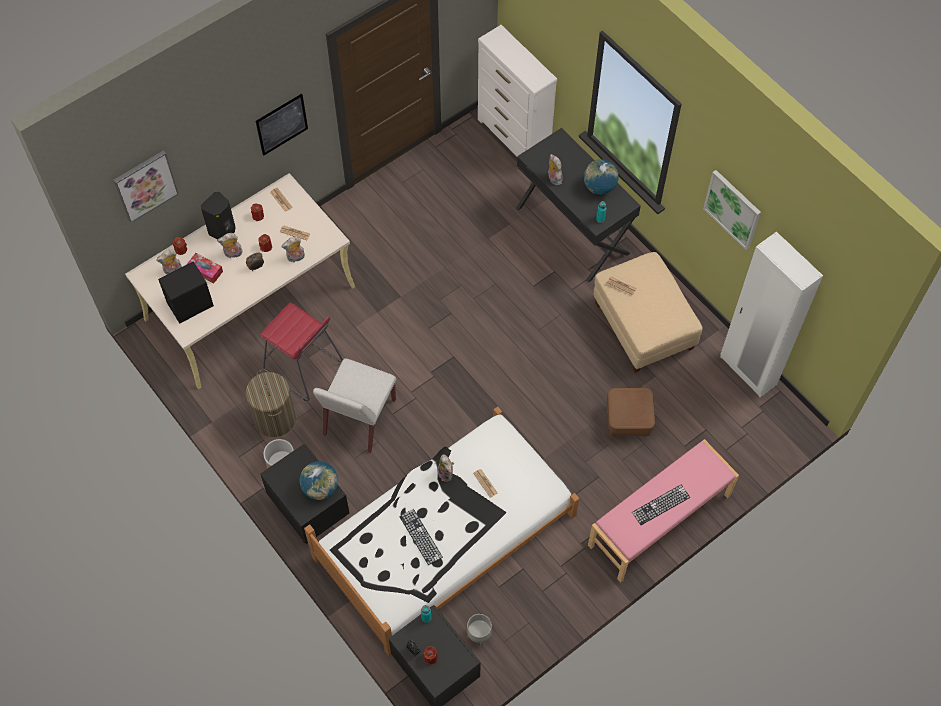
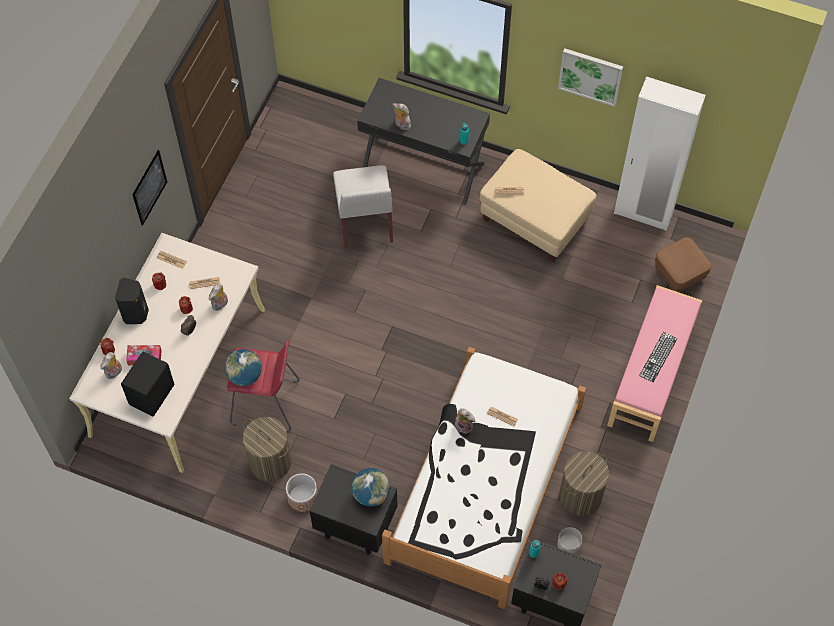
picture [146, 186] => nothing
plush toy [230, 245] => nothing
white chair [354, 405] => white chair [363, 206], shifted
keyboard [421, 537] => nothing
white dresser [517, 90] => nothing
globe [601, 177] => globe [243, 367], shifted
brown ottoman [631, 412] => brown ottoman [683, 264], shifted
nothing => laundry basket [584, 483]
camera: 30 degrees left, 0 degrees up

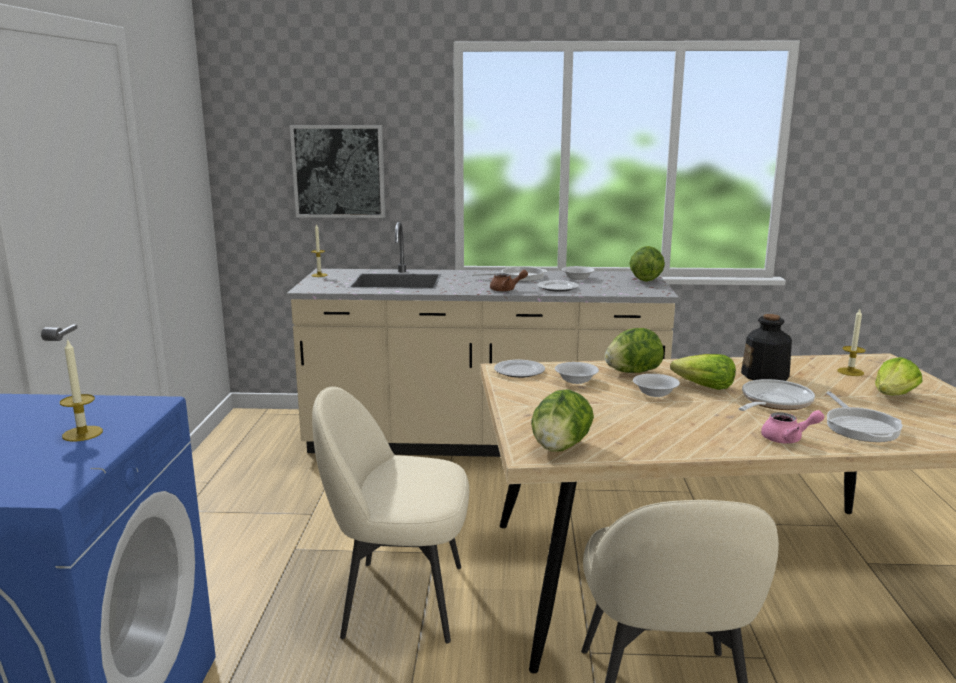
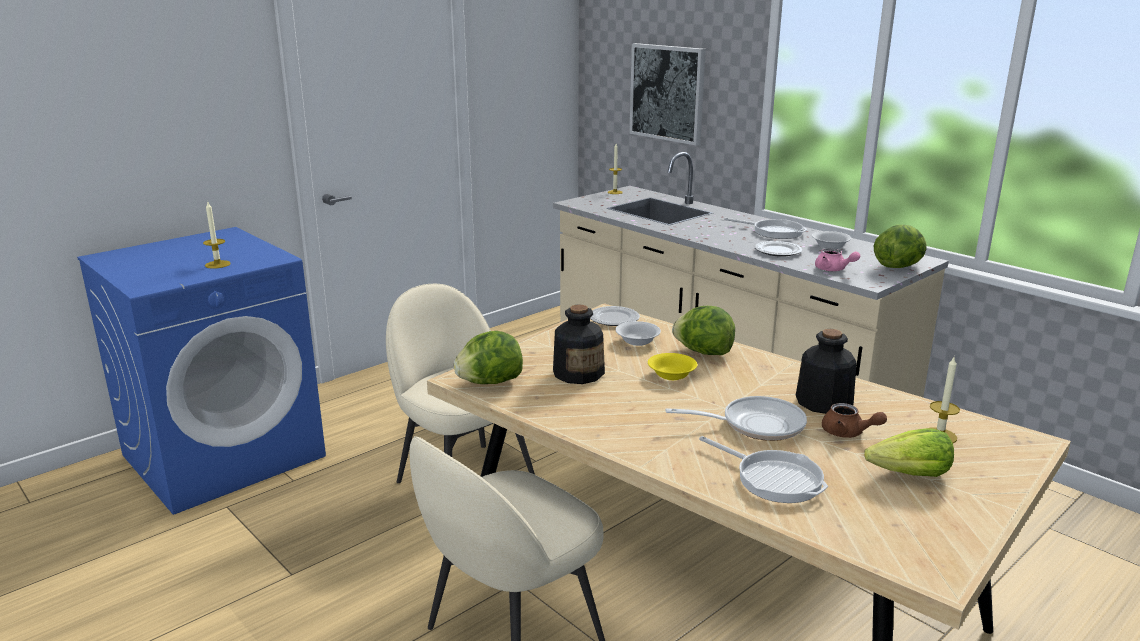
brown teapot [509, 281] => brown teapot [854, 420], shifted
white bowl [656, 385] => yellow bowl [672, 366]
lettuce [703, 372] => nothing
pink teapot [792, 427] => pink teapot [837, 260], shifted
frying pan [865, 416] => frying pan [763, 469], 90 degrees counterclockwise
nothing => bottle [579, 344]
camera: 45 degrees right, 5 degrees up

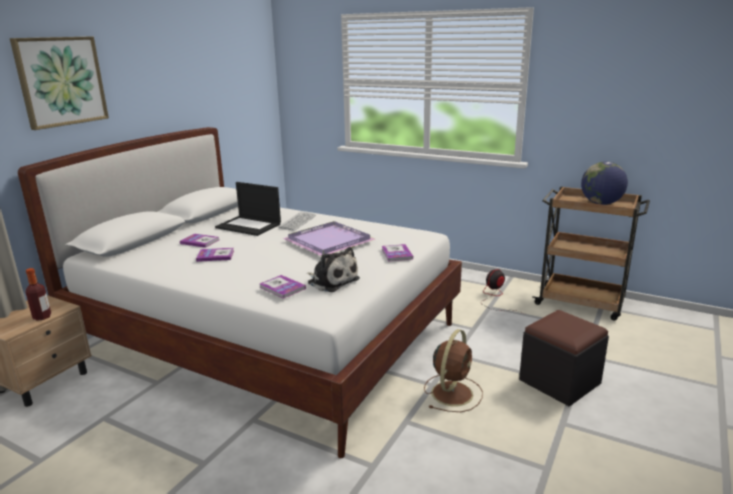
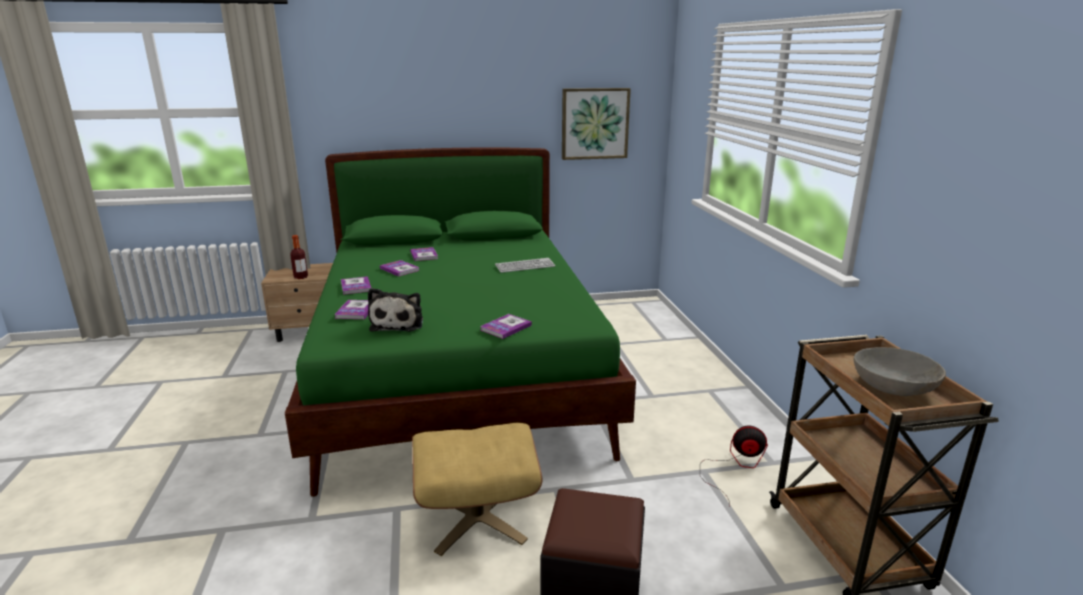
picture [59, 83] => picture [596, 124], shifted
white bed [240, 292] => green bed [460, 322]
laptop [248, 209] => nothing
purple tray [329, 238] => nothing
brown fan [453, 370] => beige ottoman [477, 489]
globe [604, 183] => grey bowl [900, 371]
nothing => book [356, 285]
camera: 50 degrees right, 0 degrees up

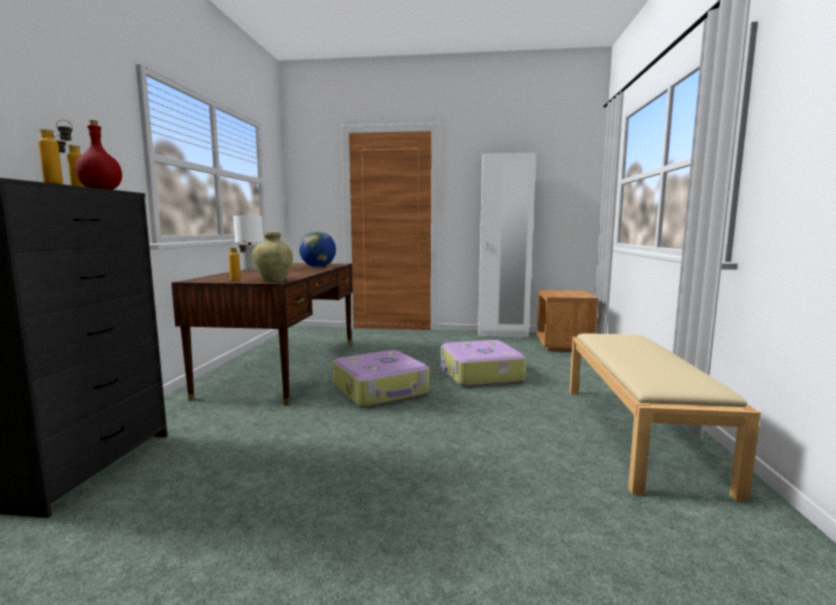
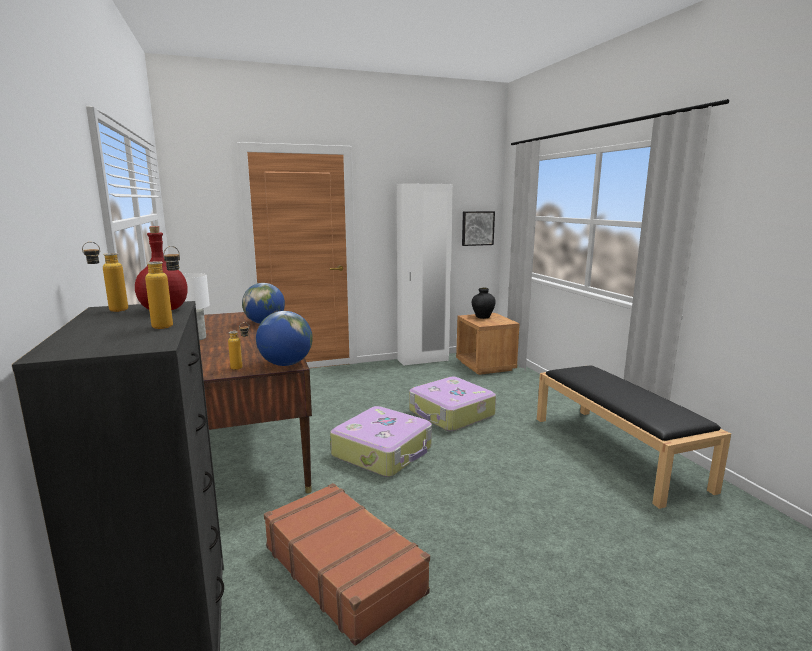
beige vase [272, 257] => globe [284, 338]
beige bench [665, 418] => black bench [634, 437]
nothing => brown suitcase [347, 564]
nothing => picture [478, 228]
nothing => black vase [484, 303]
camera: 25 degrees left, 5 degrees up

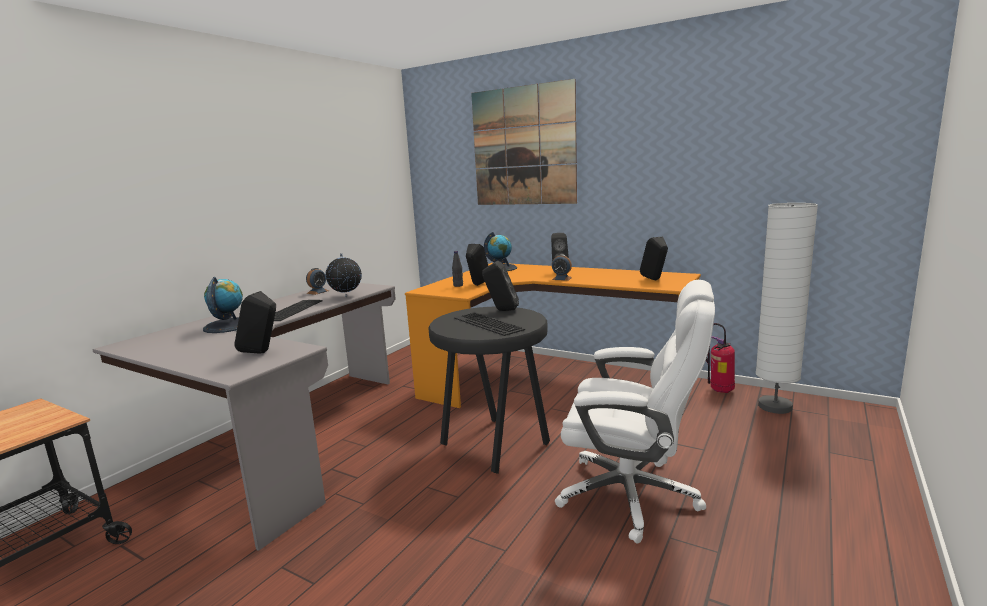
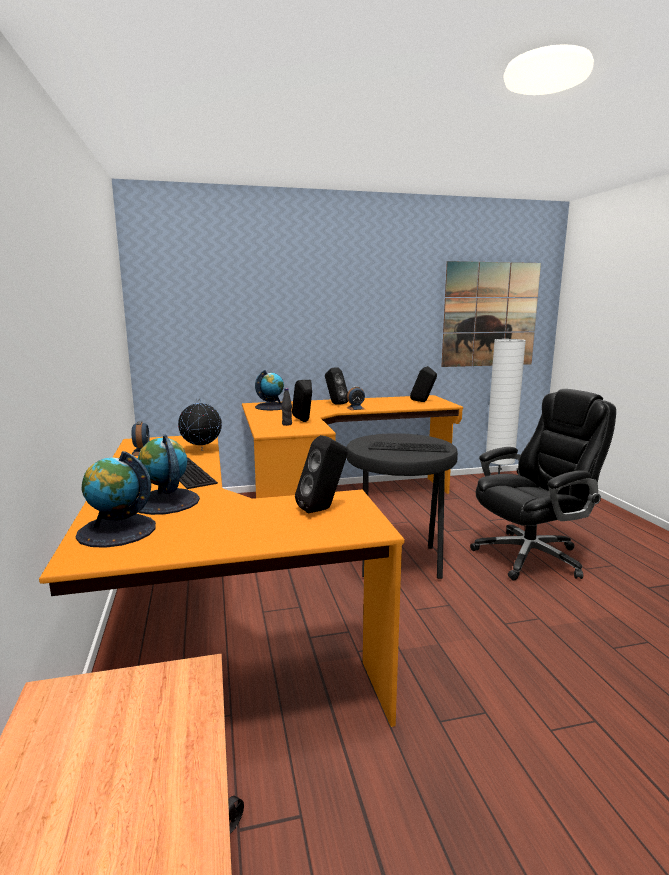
grey desk [244, 417] => orange desk [222, 581]
picture [524, 142] => picture [491, 314], shifted
black speaker [500, 286] => nothing
white office chair [635, 412] => black office chair [543, 484]
fire extinguisher [720, 358] => nothing
nothing => globe [116, 499]
camera: 45 degrees left, 0 degrees up

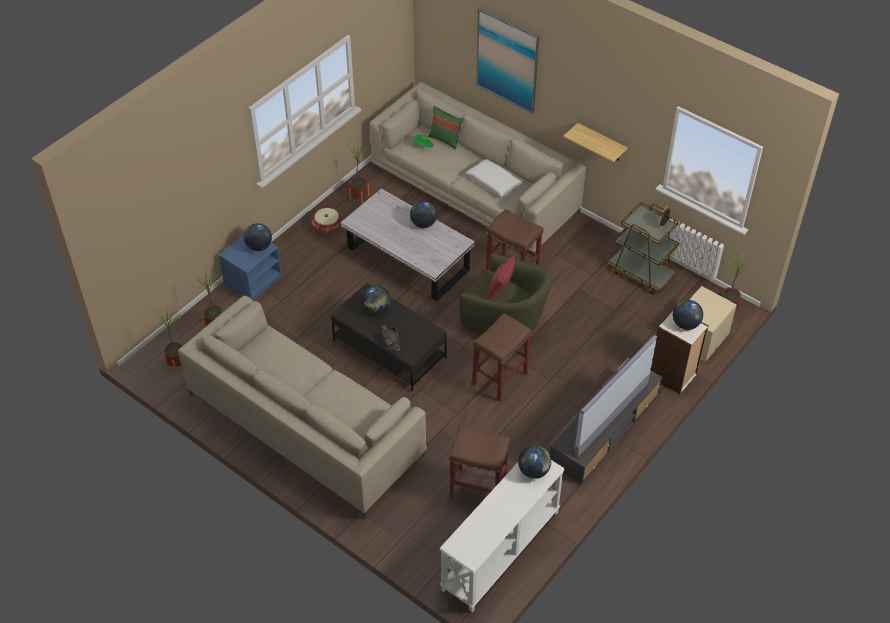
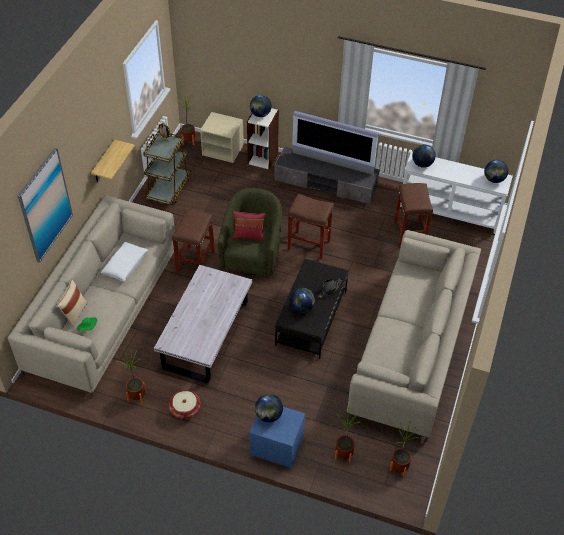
globe [423, 214] => globe [496, 171], shifted
green pillow [445, 128] => beige pillow [72, 304]
camera: 110 degrees left, 0 degrees up

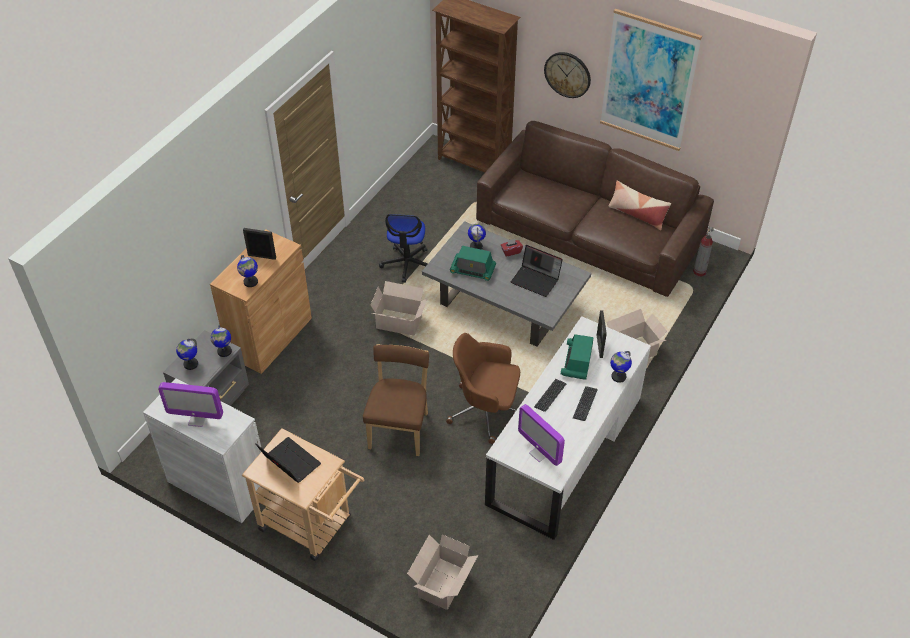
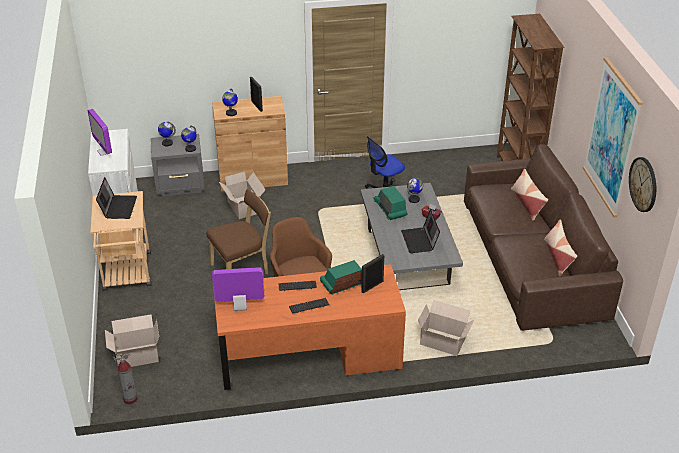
cardboard box [399, 308] => cardboard box [242, 195], shifted
white desk [568, 428] => orange desk [310, 327]
monitor [541, 435] => monitor [238, 289], 75 degrees clockwise
wall clock [567, 75] => wall clock [642, 184], shifted
globe [621, 367] => nothing
fire extinguisher [703, 251] => fire extinguisher [125, 379], shifted
nothing => pillow [529, 195]
camera: 50 degrees right, 10 degrees down

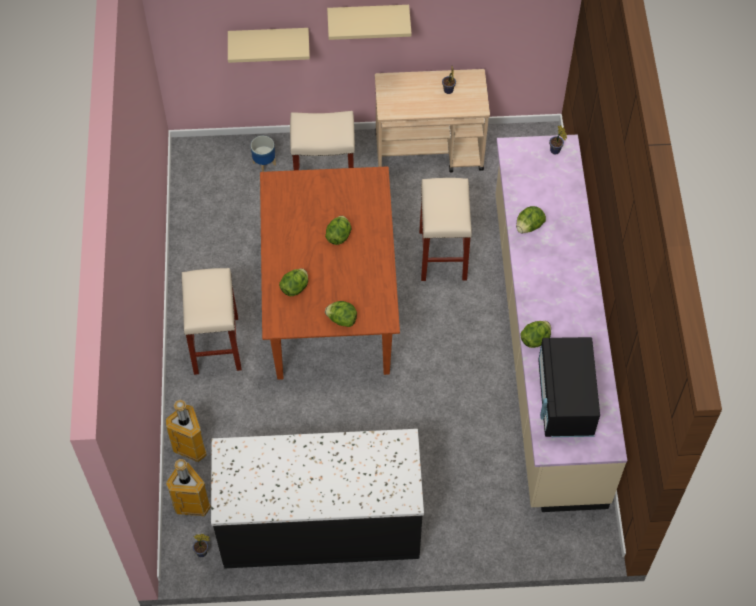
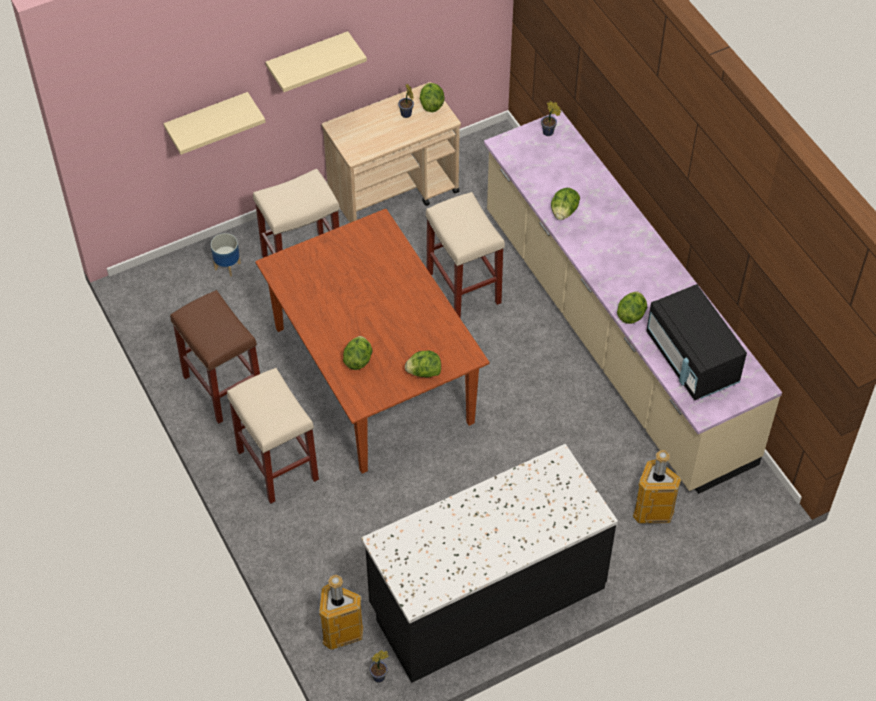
trash can [186, 431] => trash can [657, 487], shifted
lettuce [338, 230] => lettuce [432, 97], shifted
nothing => brown stool [215, 357]
camera: 25 degrees left, 5 degrees down

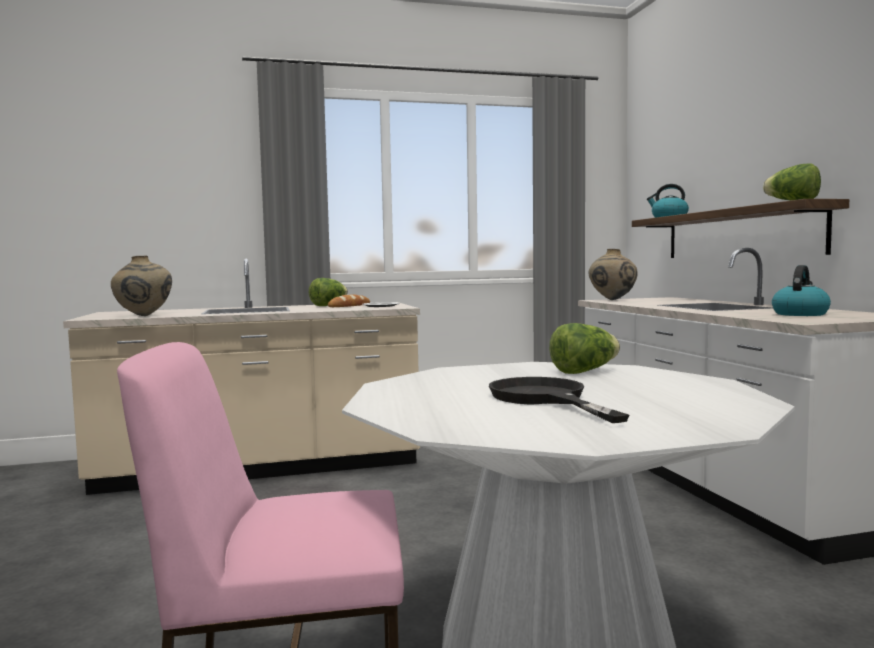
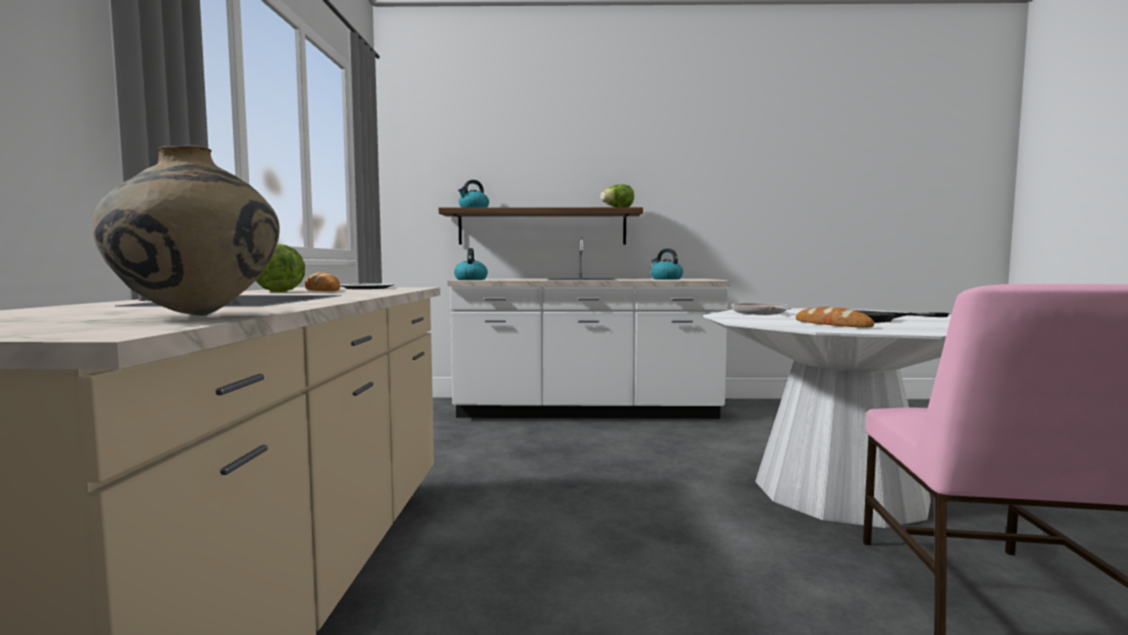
lettuce [584, 348] => frying pan [761, 309]
beige vase [613, 274] => kettle [471, 264]
nothing => bread [835, 317]
camera: 75 degrees left, 0 degrees up

